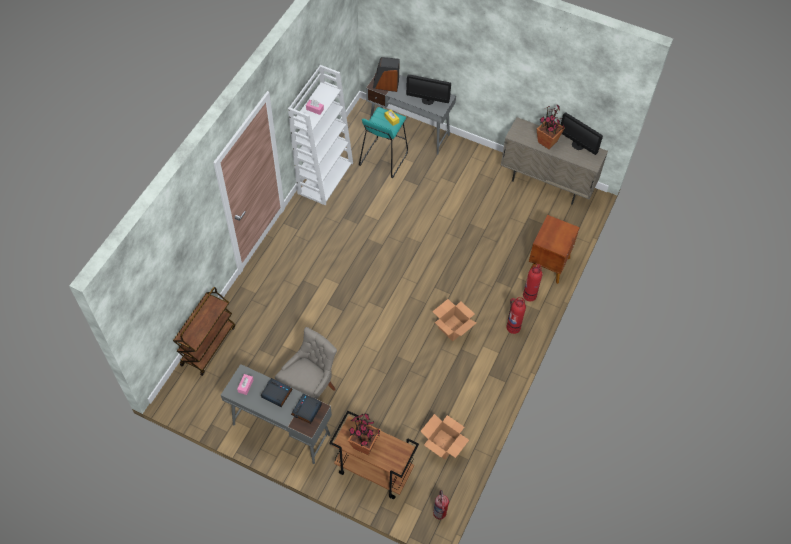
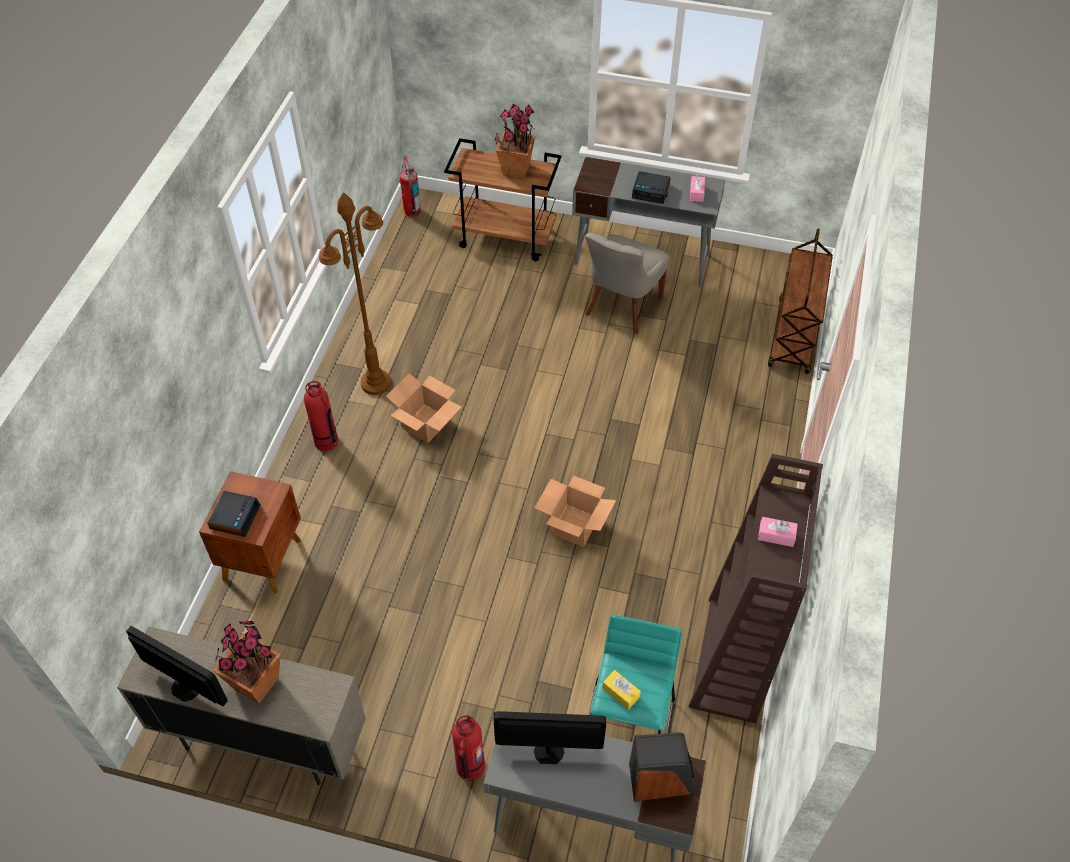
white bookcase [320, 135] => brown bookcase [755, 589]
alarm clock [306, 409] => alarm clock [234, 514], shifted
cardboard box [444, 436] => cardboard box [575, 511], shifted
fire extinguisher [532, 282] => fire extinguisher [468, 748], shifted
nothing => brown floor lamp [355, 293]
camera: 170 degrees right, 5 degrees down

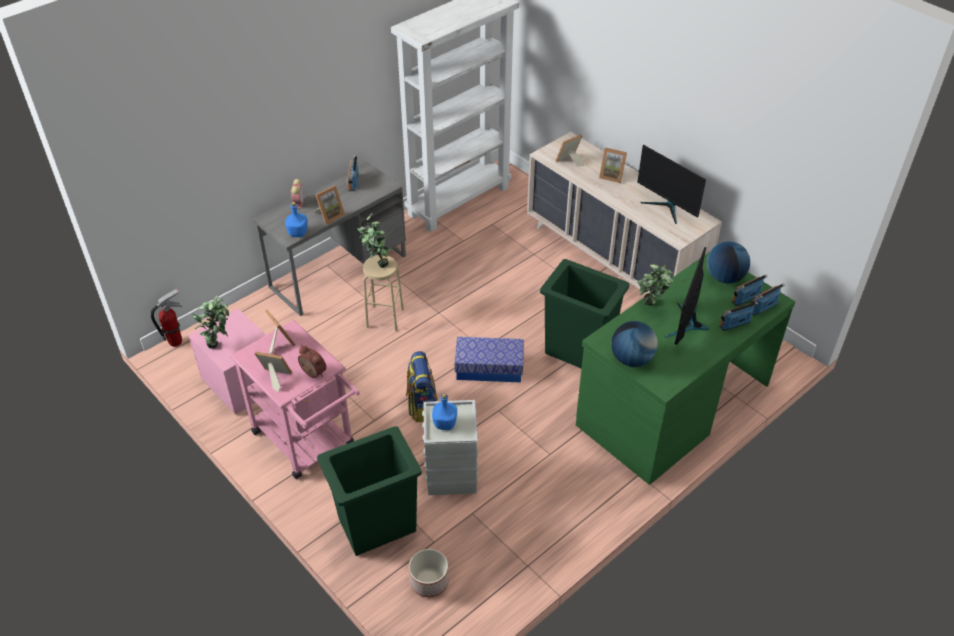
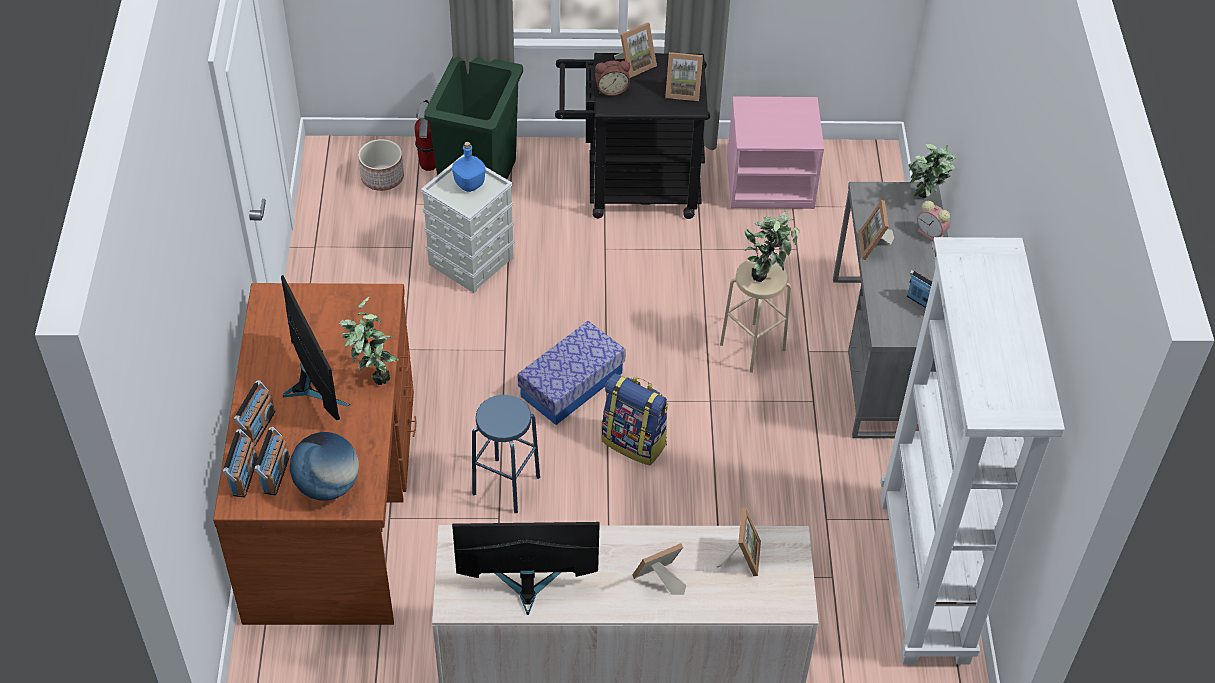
fire extinguisher [166, 318] => fire extinguisher [425, 135], shifted
potted plant [211, 322] => potted plant [932, 171], shifted
pink cart [295, 399] => black cart [632, 136]
blue bottle [296, 219] => nothing
backpack [422, 386] => backpack [635, 420], shifted
green trash can [585, 314] => blue stool [506, 454]
green desk [685, 368] => brown desk [315, 454]
globe [634, 344] => nothing
camera: 130 degrees right, 5 degrees up

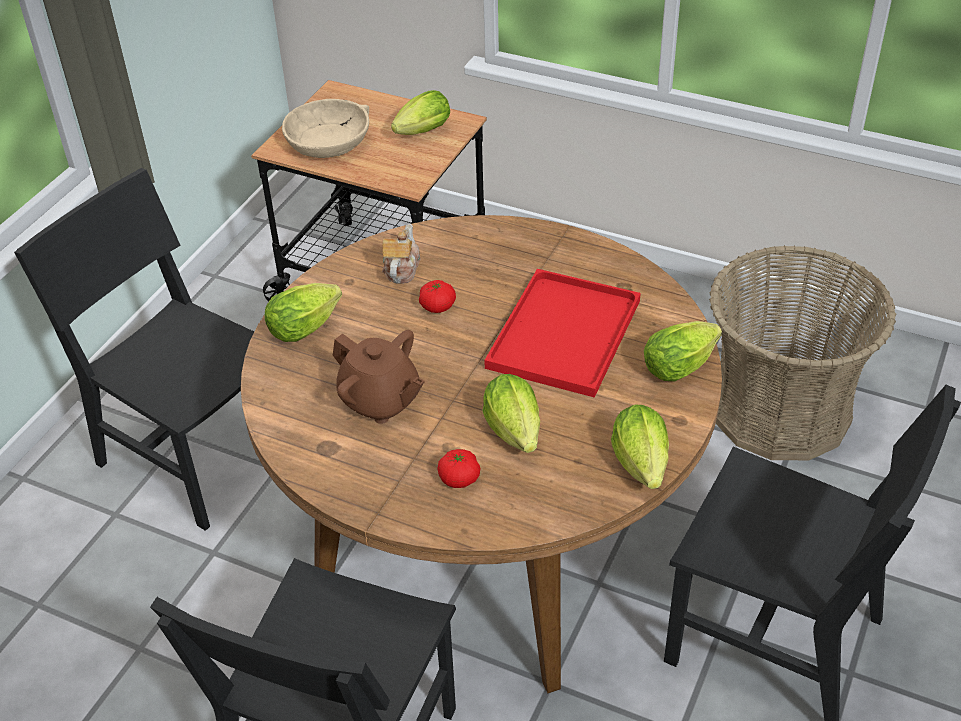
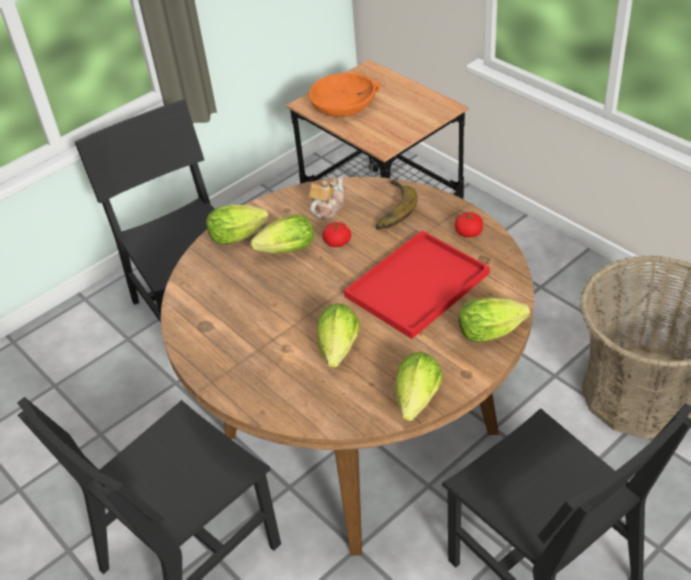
beige bowl [325, 128] => orange bowl [344, 95]
brown teapot [379, 377] => nothing
lettuce [420, 112] => lettuce [282, 234], shifted
tomato [458, 468] => tomato [469, 225], shifted
nothing => banana [396, 204]
camera: 25 degrees right, 0 degrees up

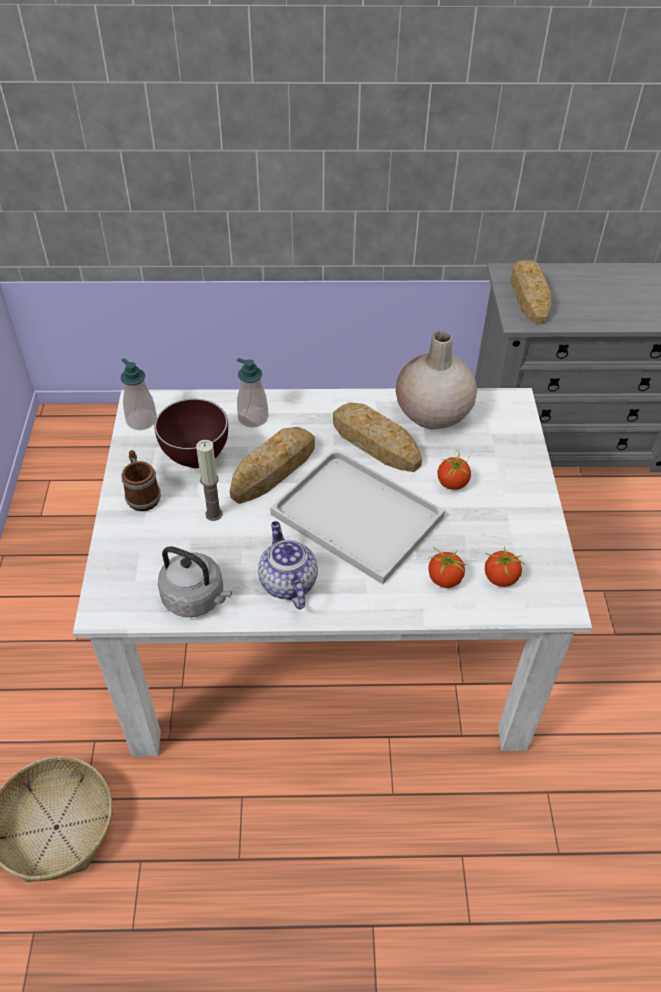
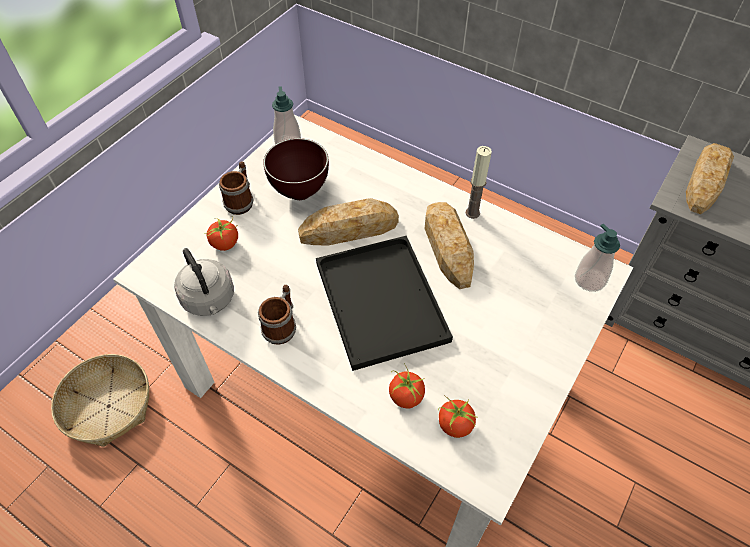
candle [209, 480] => candle [478, 182], shifted
soap dispenser [253, 392] => soap dispenser [597, 258], shifted
teapot [288, 565] => mug [277, 315]
white tray [357, 516] => black tray [384, 303]
beige vase [436, 380] => nothing
tomato [454, 470] => tomato [221, 233], shifted
camera: 35 degrees right, 5 degrees up

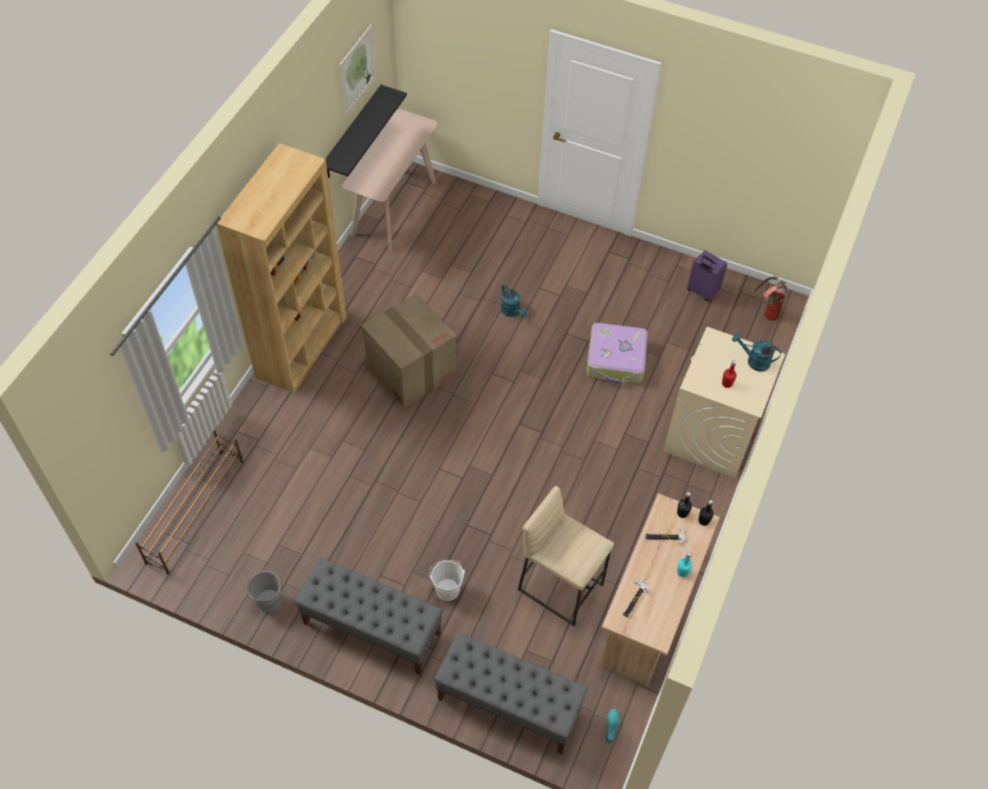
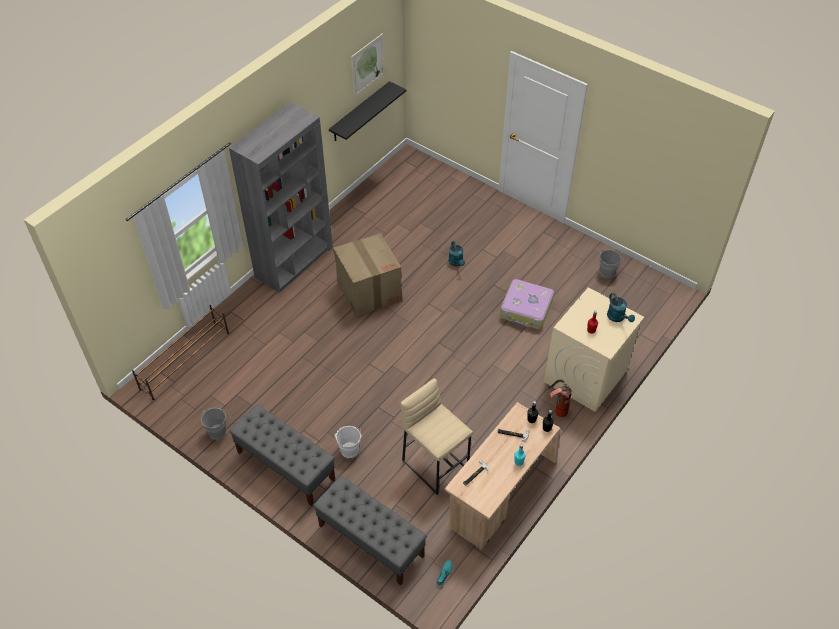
brown bookcase [281, 268] => grey bookcase [281, 197]
beige console table [390, 180] => nothing
purple suitcase [707, 275] => grey bucket [611, 263]
turquoise watering can [756, 352] => turquoise watering can [621, 307], 150 degrees counterclockwise
fire extinguisher [769, 298] => fire extinguisher [559, 398], shifted
camera: 15 degrees right, 5 degrees down

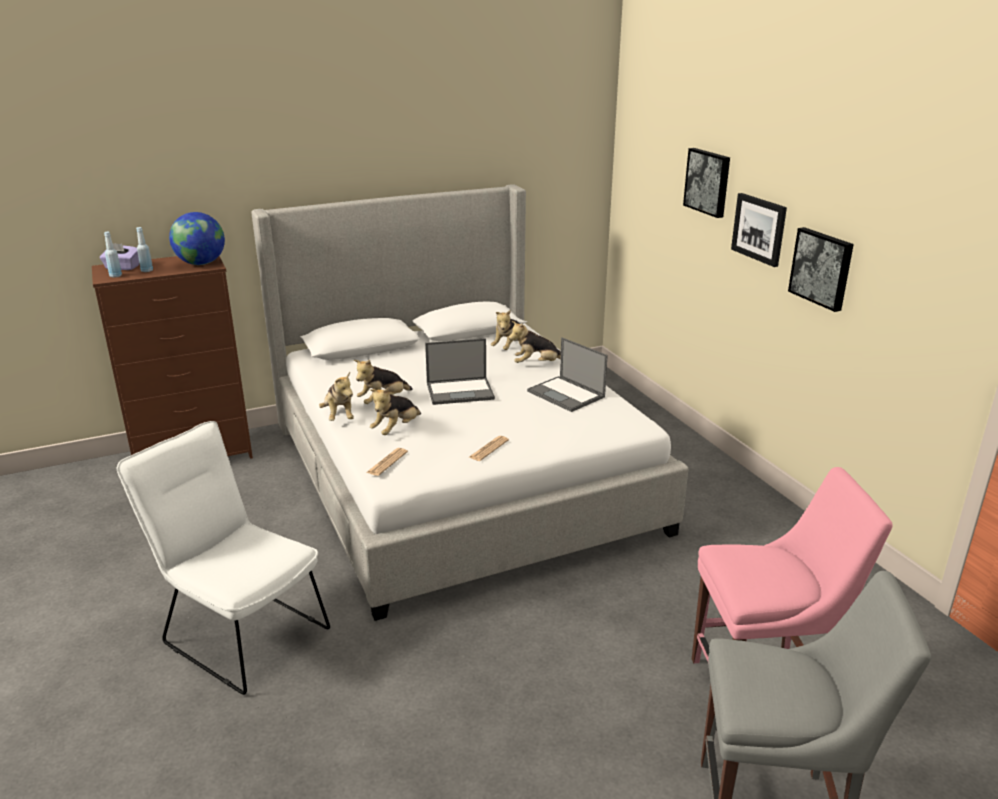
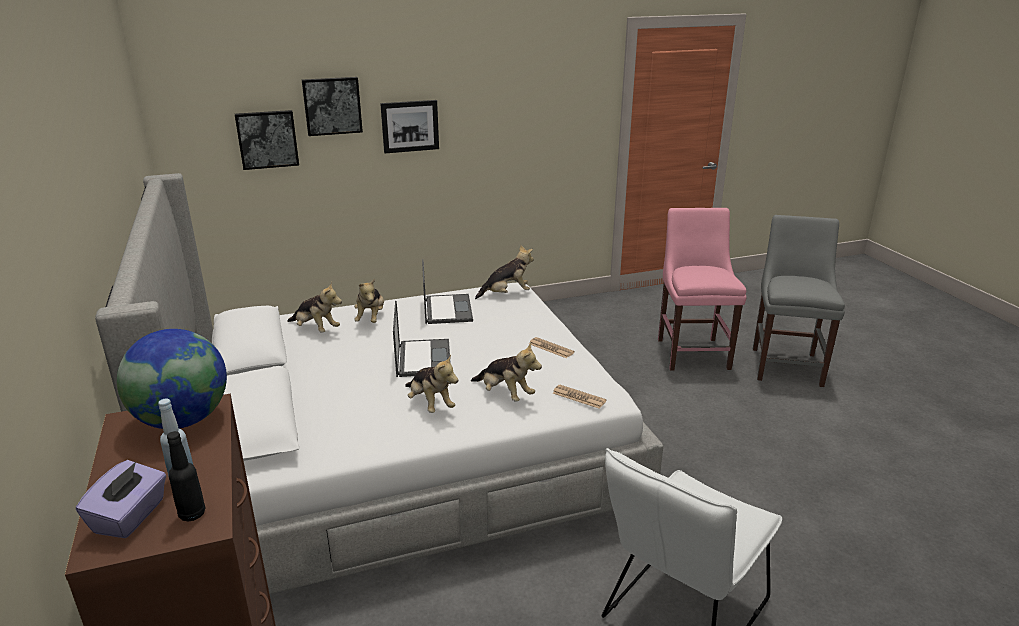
blue bottle [113, 254] => black bottle [186, 476]
plush toy [336, 396] => plush toy [504, 272], shifted
laptop [567, 374] => laptop [447, 291], 60 degrees counterclockwise
picture [821, 269] => picture [267, 140], shifted
camera: 85 degrees left, 0 degrees up

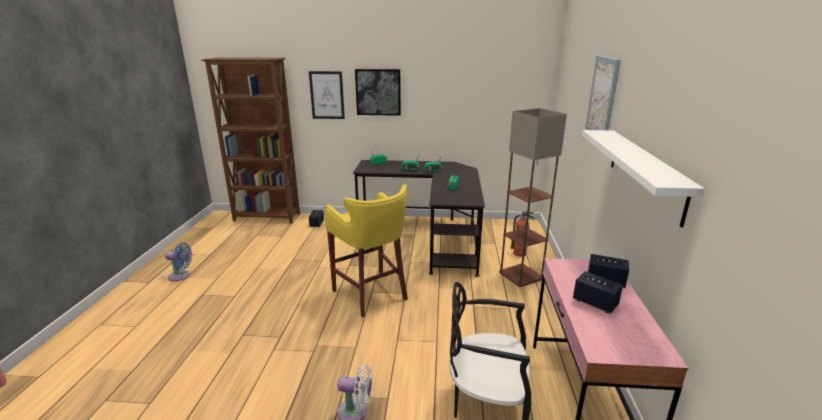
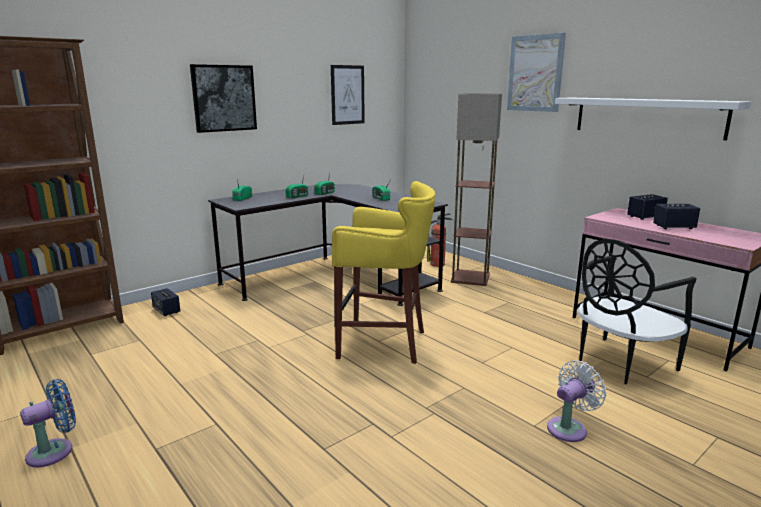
picture [327, 95] => picture [348, 95], shifted
camera: 45 degrees left, 5 degrees down

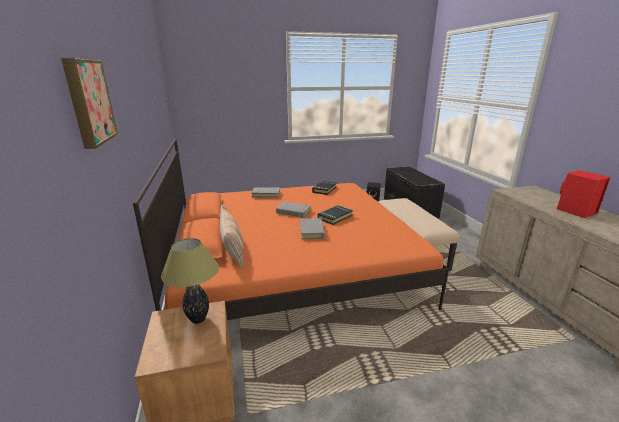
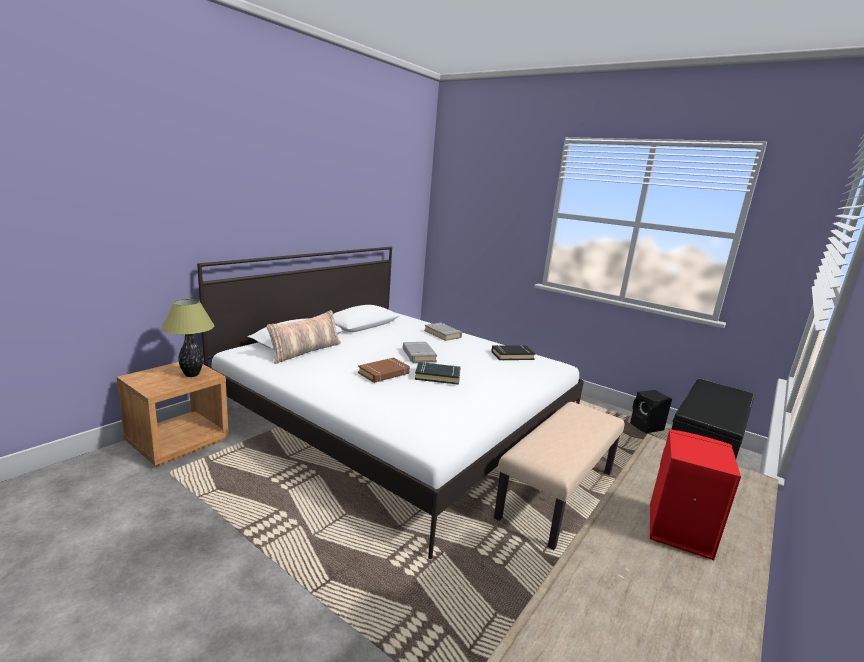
picture [89, 103] => nothing
orange bed [291, 229] => white bed [390, 403]
grey book [312, 228] => brown book [384, 370]
camera: 50 degrees right, 5 degrees down

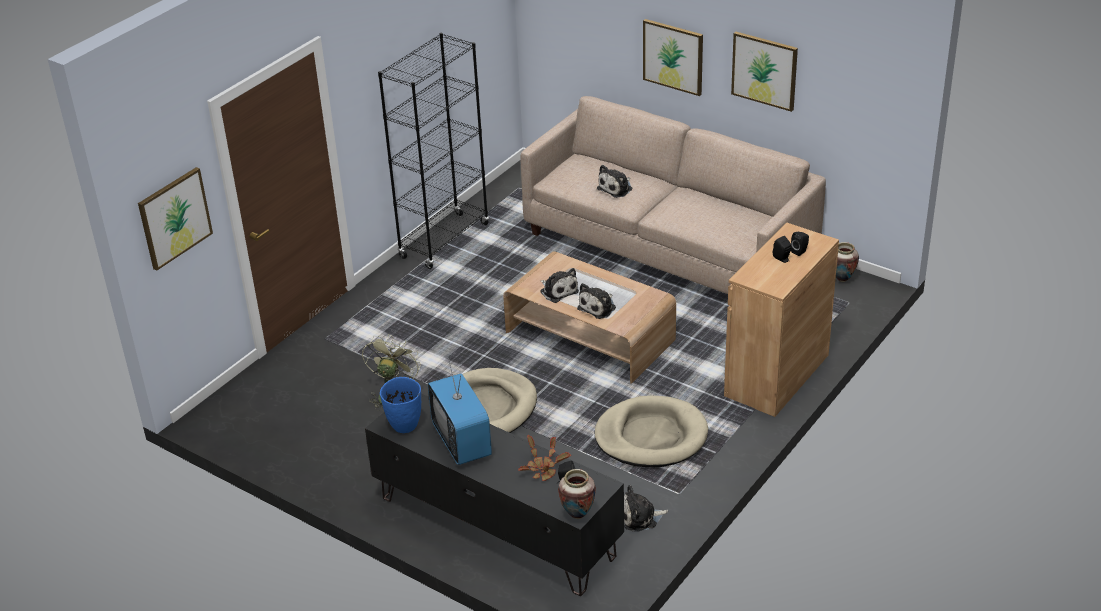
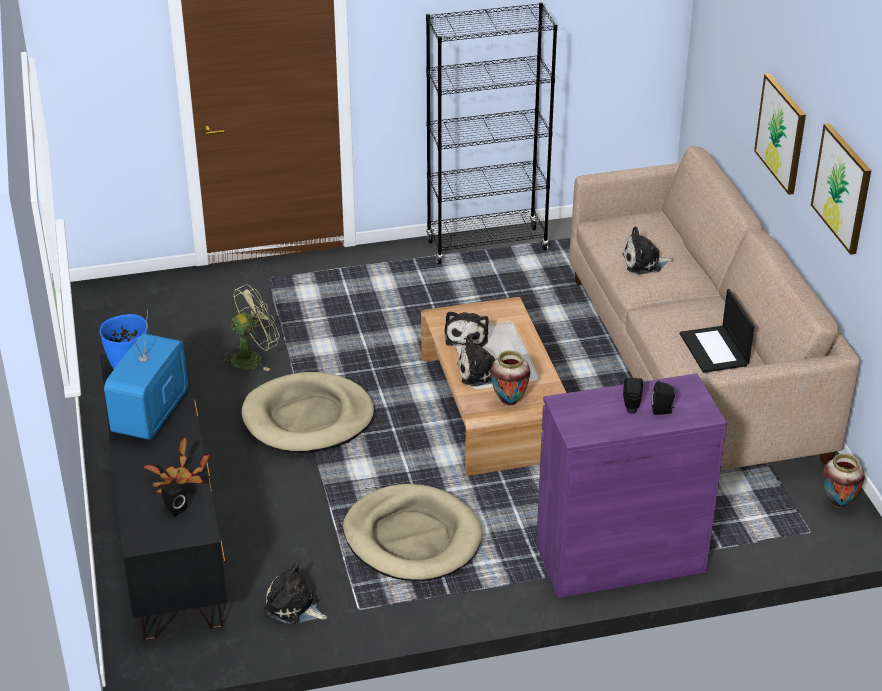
picture [175, 219] => nothing
vase [577, 494] => vase [510, 378], shifted
brown cabinet [781, 319] => purple cabinet [631, 486]
nothing => laptop [717, 331]
camera: 40 degrees right, 0 degrees up

